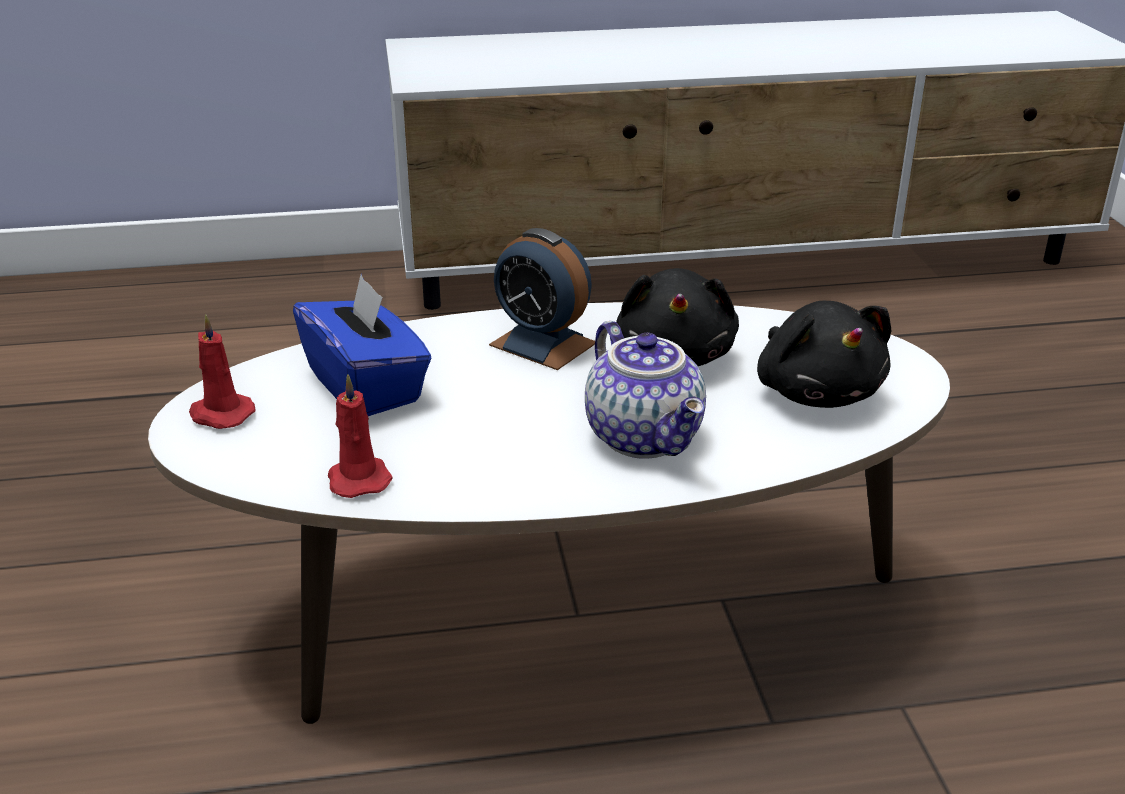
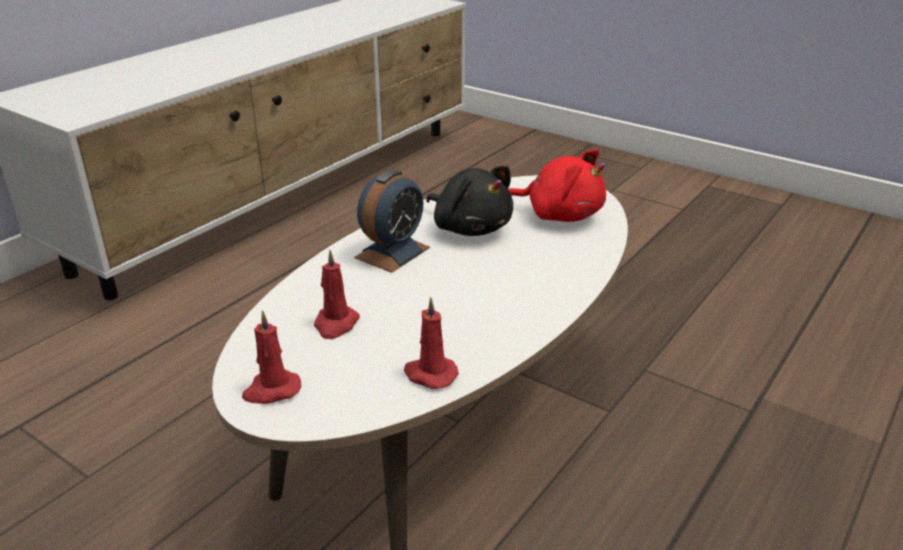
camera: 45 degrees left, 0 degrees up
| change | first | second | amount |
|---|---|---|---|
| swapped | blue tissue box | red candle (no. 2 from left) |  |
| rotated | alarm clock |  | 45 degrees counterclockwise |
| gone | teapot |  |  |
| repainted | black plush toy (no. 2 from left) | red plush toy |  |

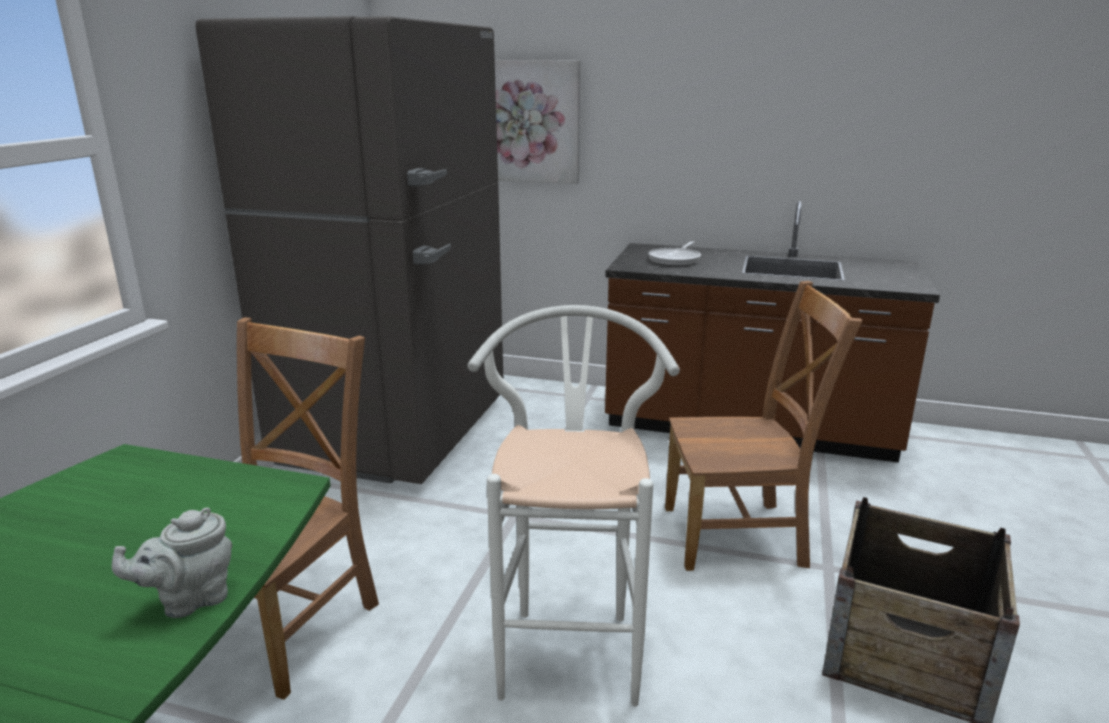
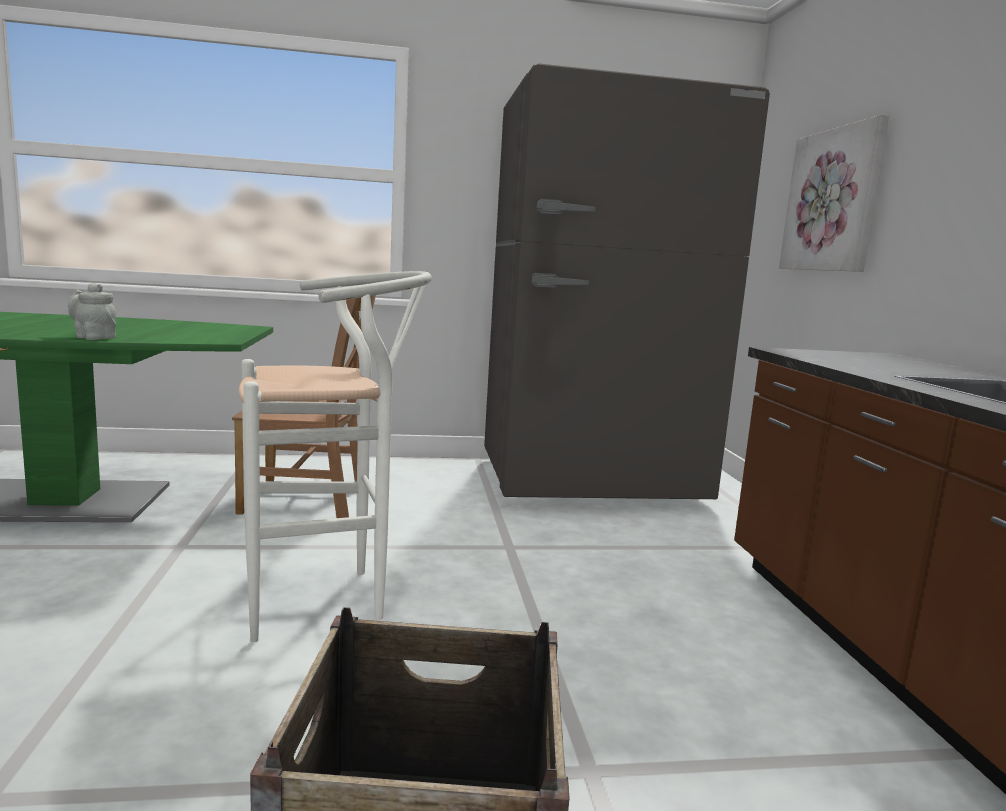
camera: 65 degrees right, 10 degrees down
| change | first | second | amount |
|---|---|---|---|
| gone | frying pan |  |  |
| gone | brown chair (no. 2 from left) |  |  |

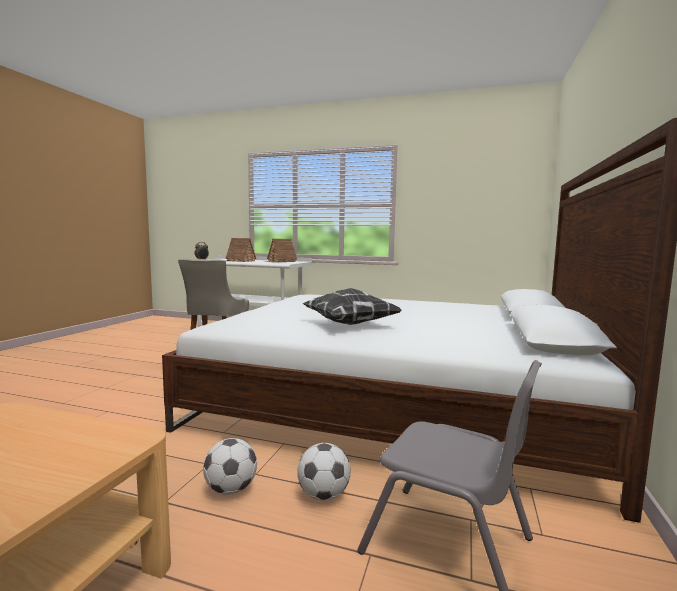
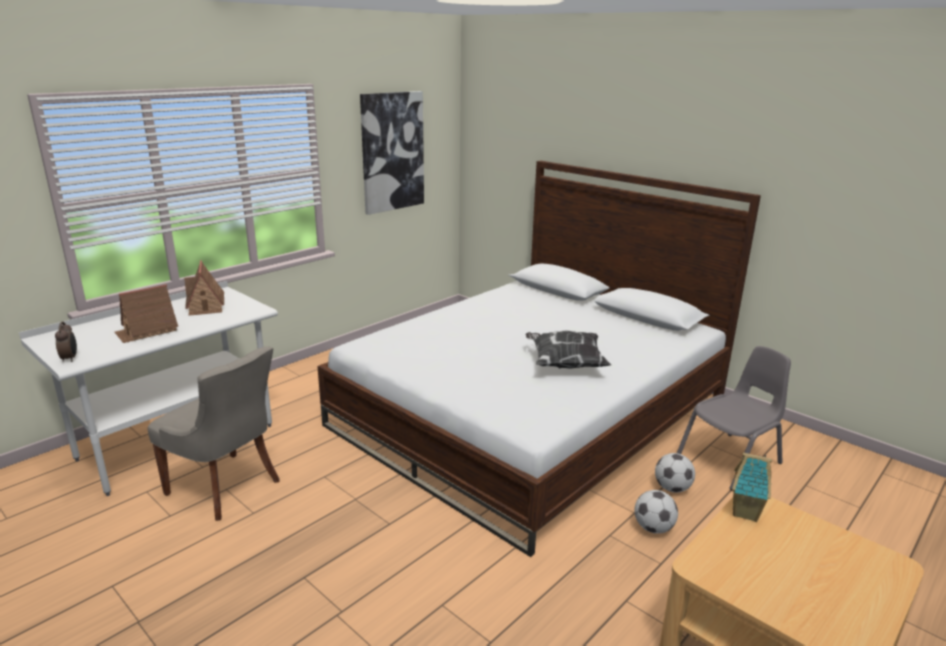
camera: 65 degrees left, 15 degrees up
| change | first | second | amount |
|---|---|---|---|
| new |  | picture |  |
| new |  | toy house (no. 3 from left) |  |

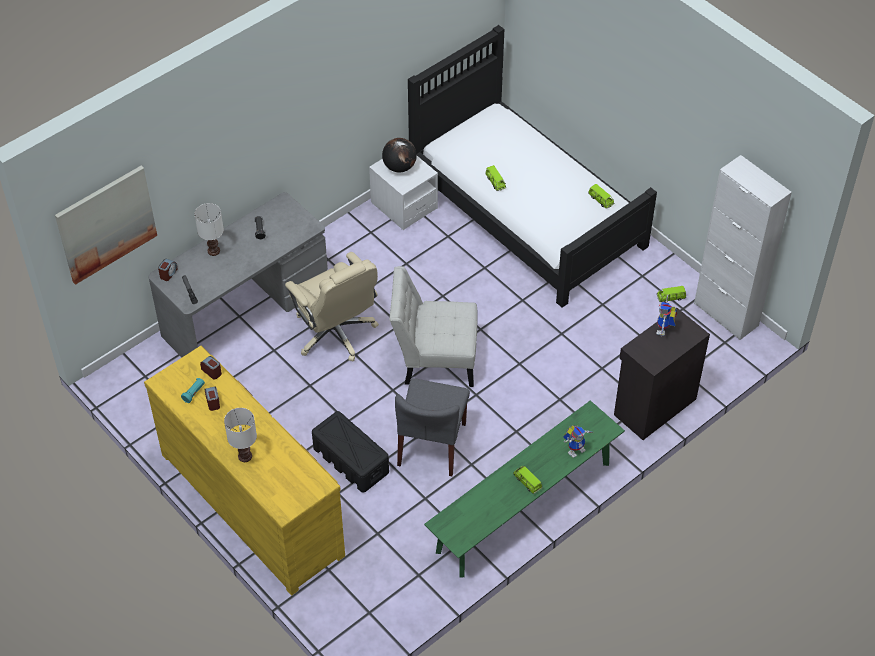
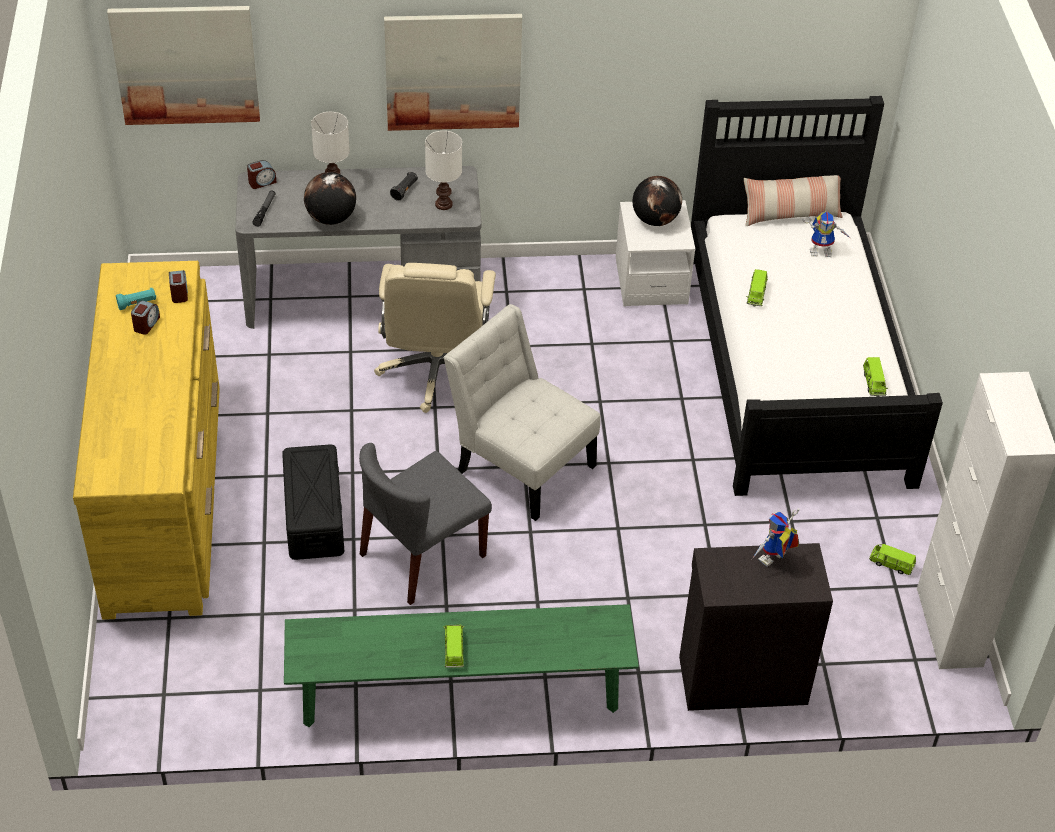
camera: 35 degrees right, 5 degrees down
| change | first | second | amount |
|---|---|---|---|
| shifted | white table lamp (no. 2 from left) |  |  |
| shifted | toy robot (no. 1 from left in the first image) | toy robot (no. 2 from left) |  |
| new |  | globe (no. 1 from left) |  |
| new |  | picture (no. 2 from left) |  |
| new |  | pillow |  |

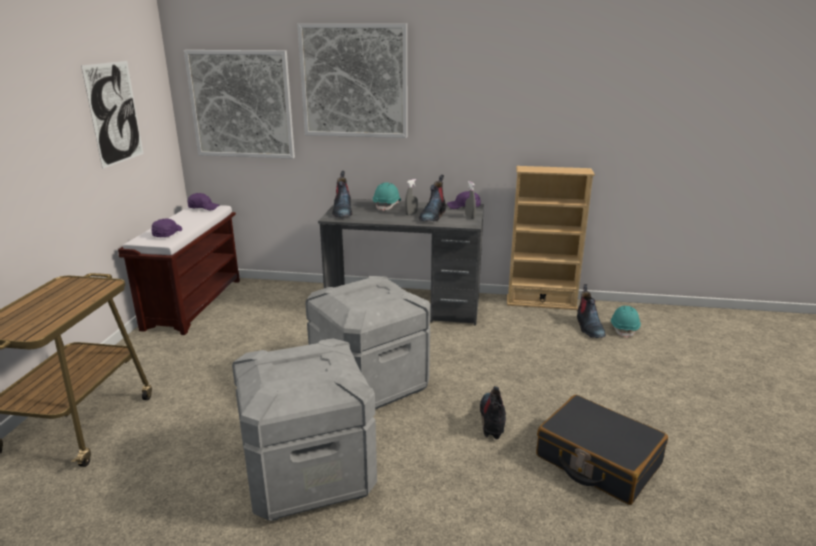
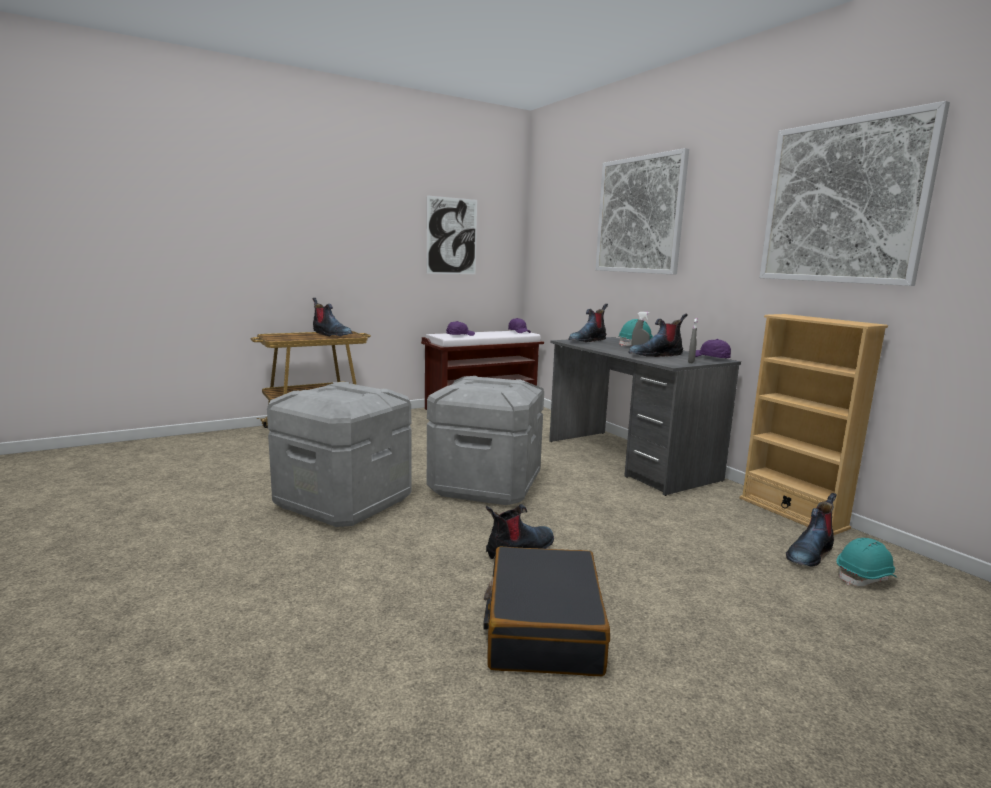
camera: 50 degrees right, 10 degrees down
| change | first | second | amount |
|---|---|---|---|
| shifted | picture (no. 2 from left in the first image) | picture (no. 3 from left) |  |
| new |  | boot (no. 1 from left) |  |

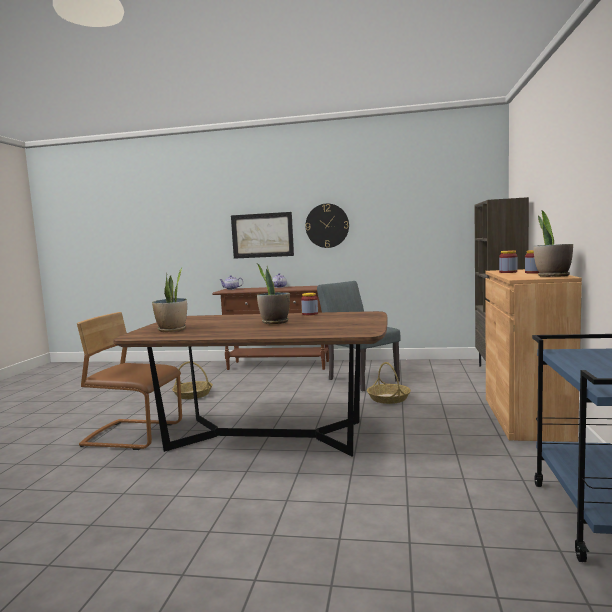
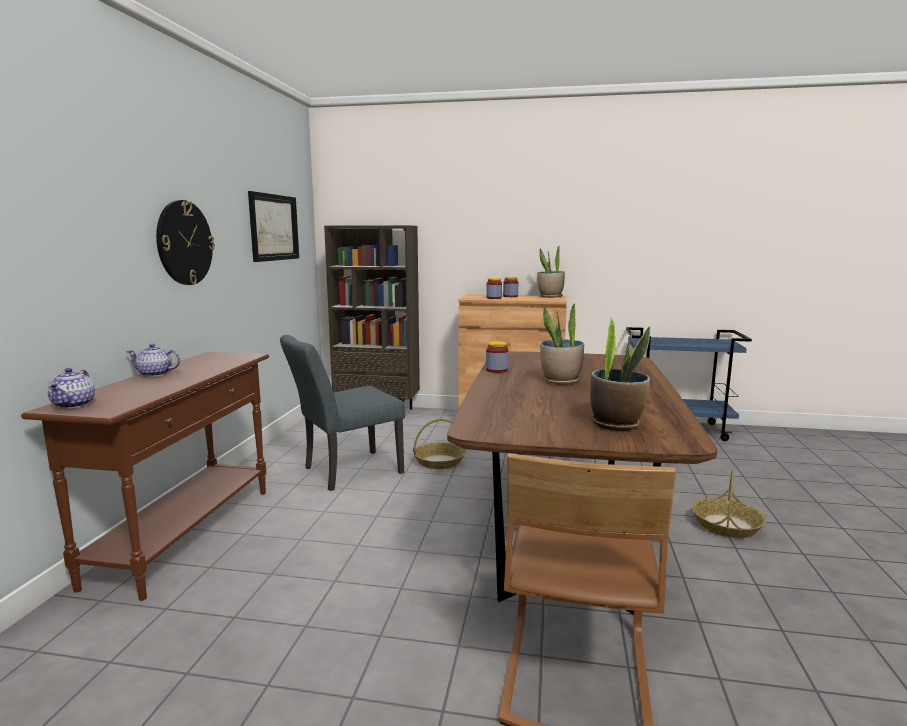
camera: 90 degrees left, 5 degrees up
| change | first | second | amount |
|---|---|---|---|
| shifted | basket (no. 1 from left in the first image) | basket (no. 2 from left) |  |
| shifted | picture |  |  |

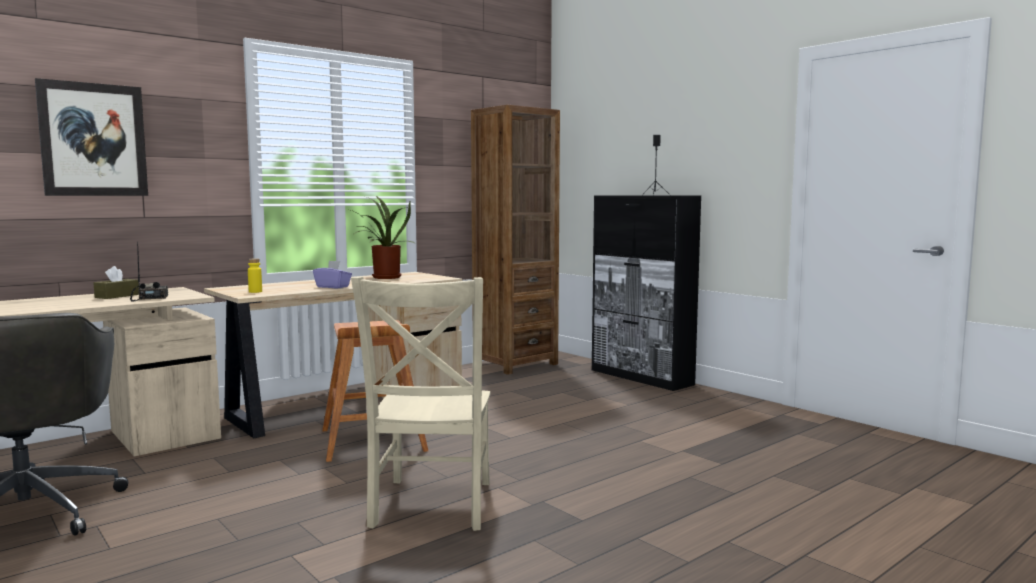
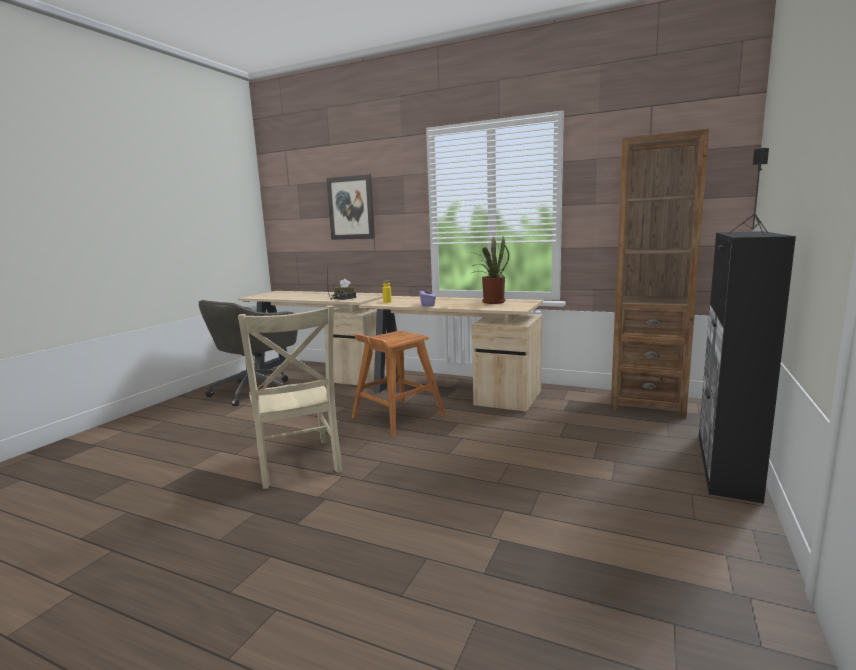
camera: 65 degrees right, 5 degrees up
| change | first | second | amount |
|---|---|---|---|
| rotated | beige chair |  | 90 degrees counterclockwise |

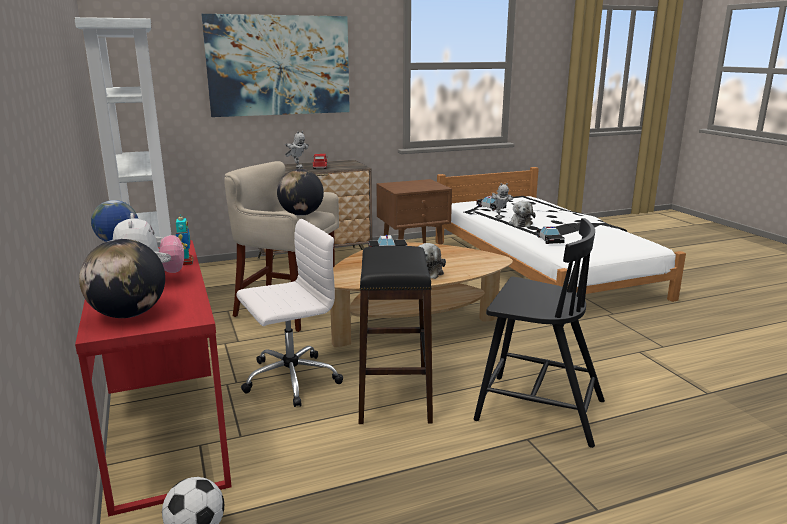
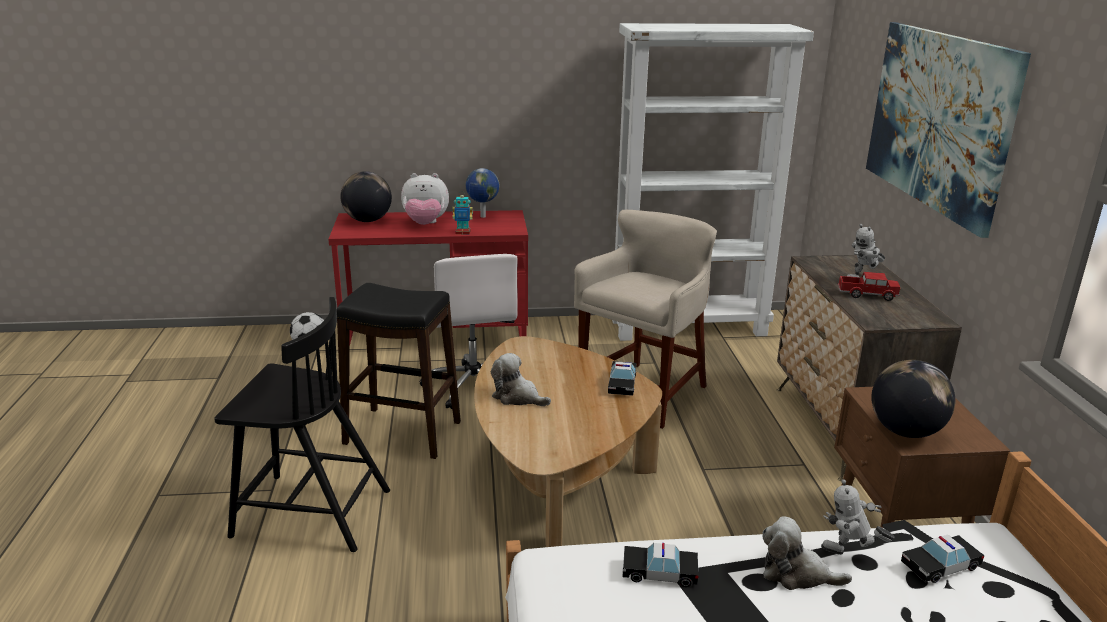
camera: 105 degrees right, 5 degrees up
| change | first | second | amount |
|---|---|---|---|
| shifted | globe (no. 3 from left) |  |  |
| rotated | black chair |  | 120 degrees counterclockwise |

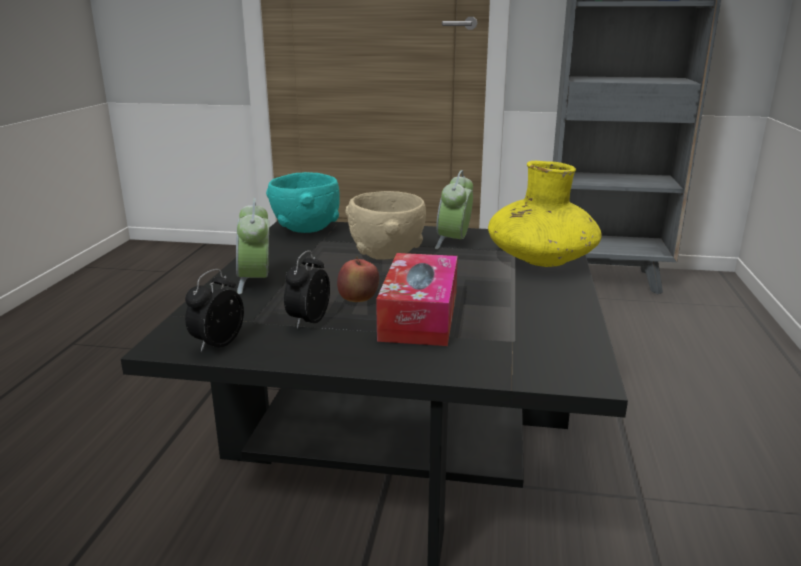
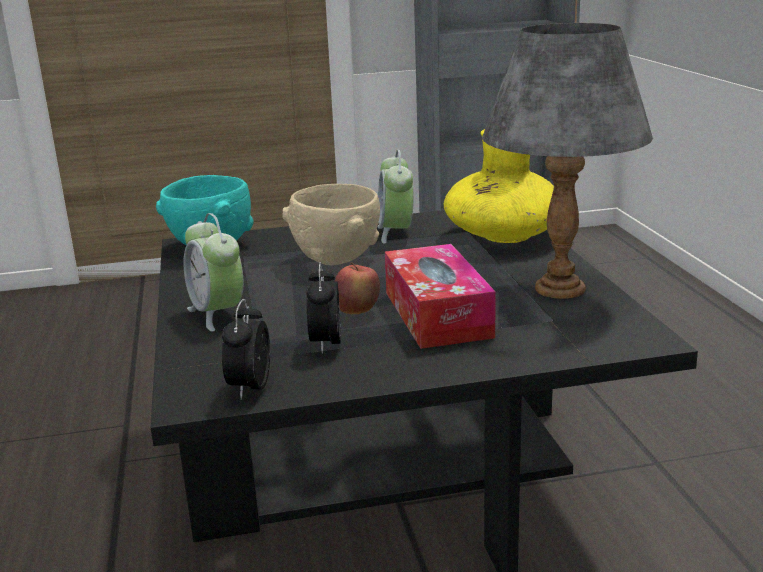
camera: 20 degrees left, 0 degrees up
| change | first | second | amount |
|---|---|---|---|
| new |  | grey table lamp |  |

